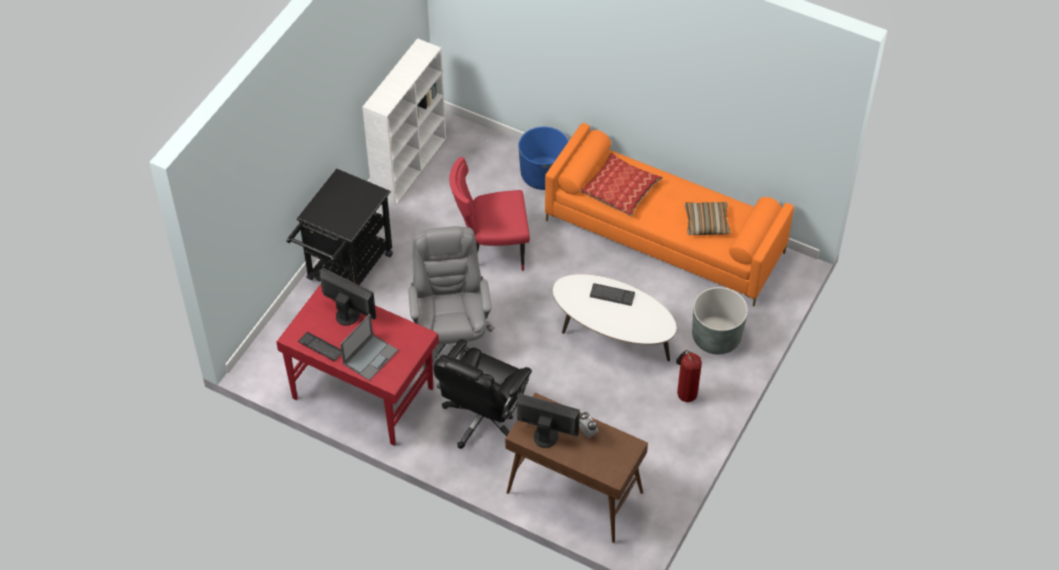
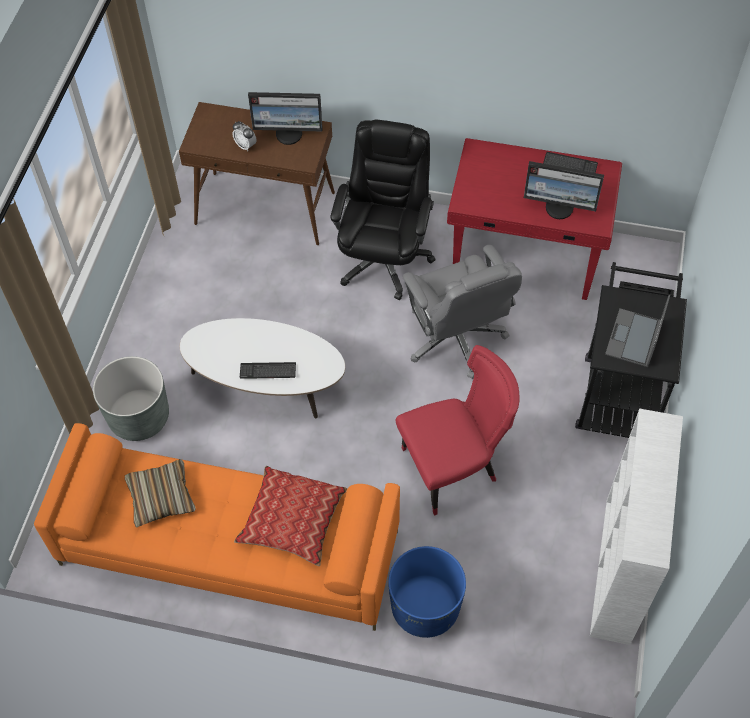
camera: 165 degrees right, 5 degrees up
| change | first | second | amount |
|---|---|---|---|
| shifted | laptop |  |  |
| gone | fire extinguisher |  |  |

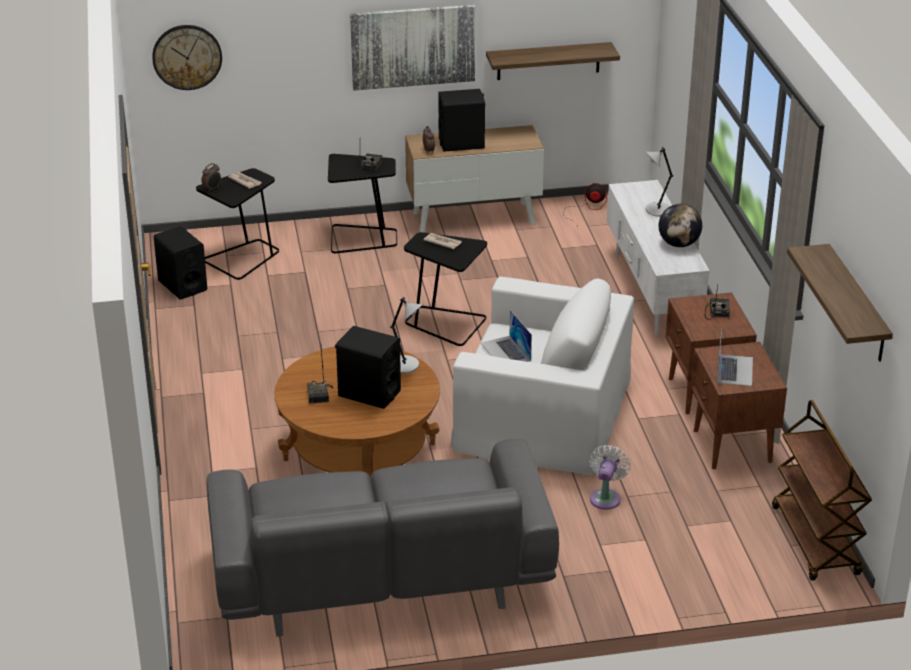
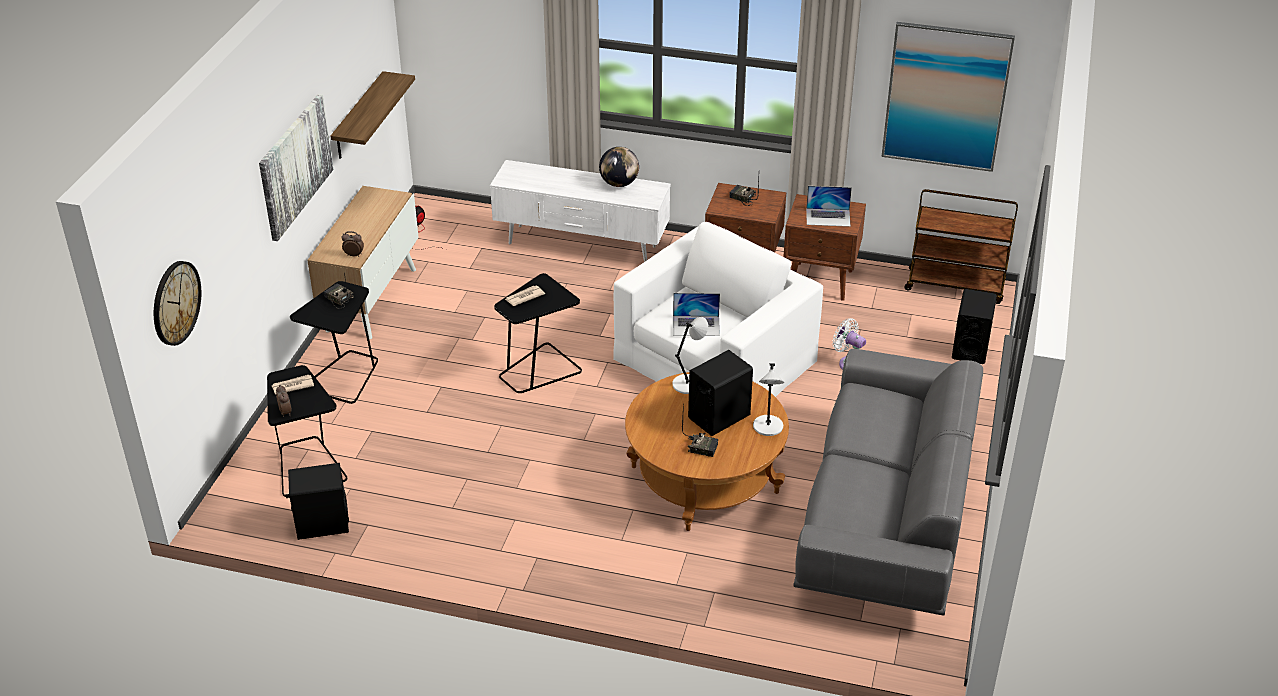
camera: 65 degrees left, 5 degrees up
| change | first | second | amount |
|---|---|---|---|
| shifted | black speaker (no. 3 from left) |  |  |
| shifted | grey table lamp (no. 2 from left) |  |  |
| rotated | laptop (no. 2 from left) |  | 150 degrees clockwise |
| swapped | shelf (no. 2 from left) | picture (no. 2 from left) |  |

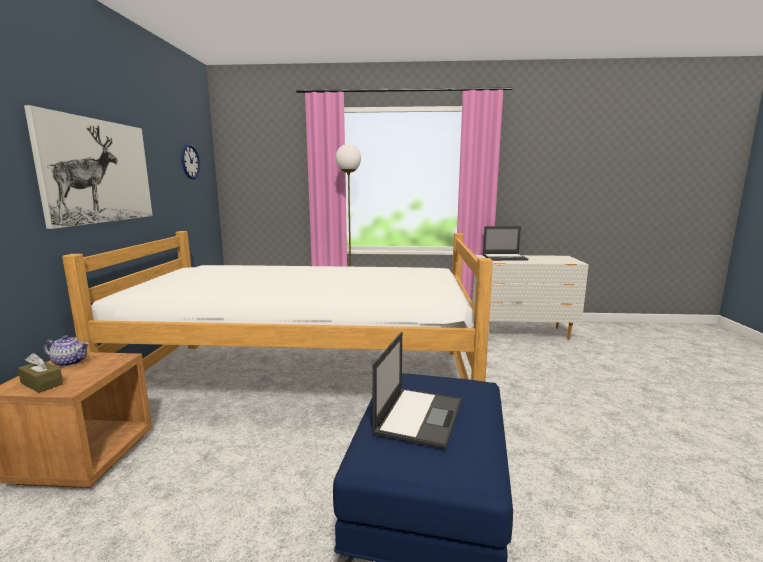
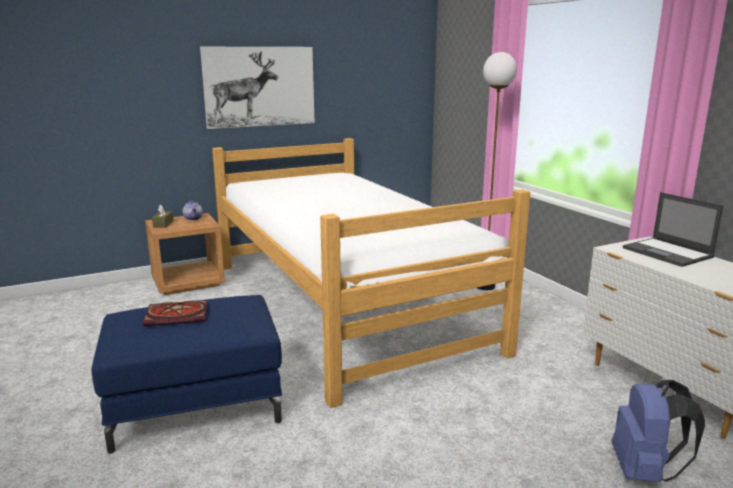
camera: 60 degrees right, 5 degrees up
| change | first | second | amount |
|---|---|---|---|
| gone | wall clock |  |  |
| swapped | laptop (no. 1 from left) | book |  |
| new |  | blue backpack |  |

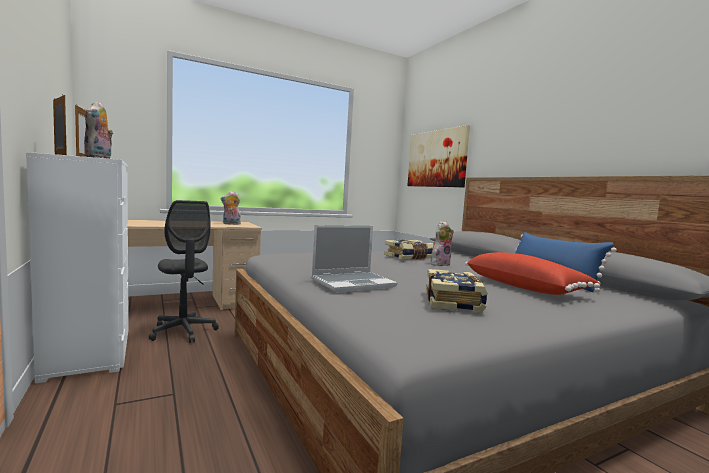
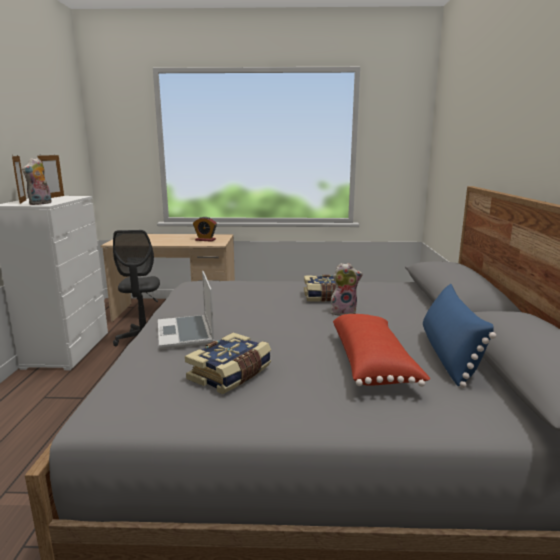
camera: 30 degrees right, 10 degrees up
| change | first | second | amount |
|---|---|---|---|
| swapped | plush toy (no. 2 from left) | alarm clock |  |
| rotated | laptop |  | 75 degrees clockwise |
| gone | picture |  |  |

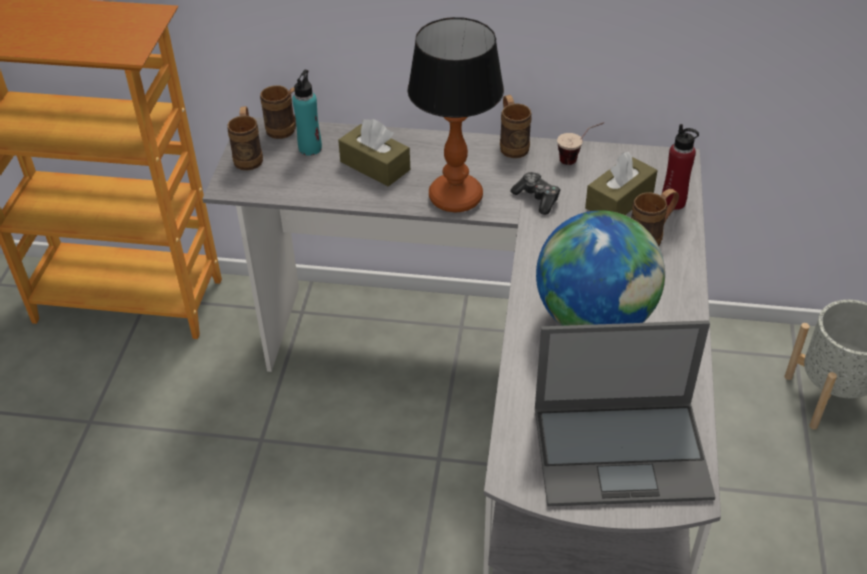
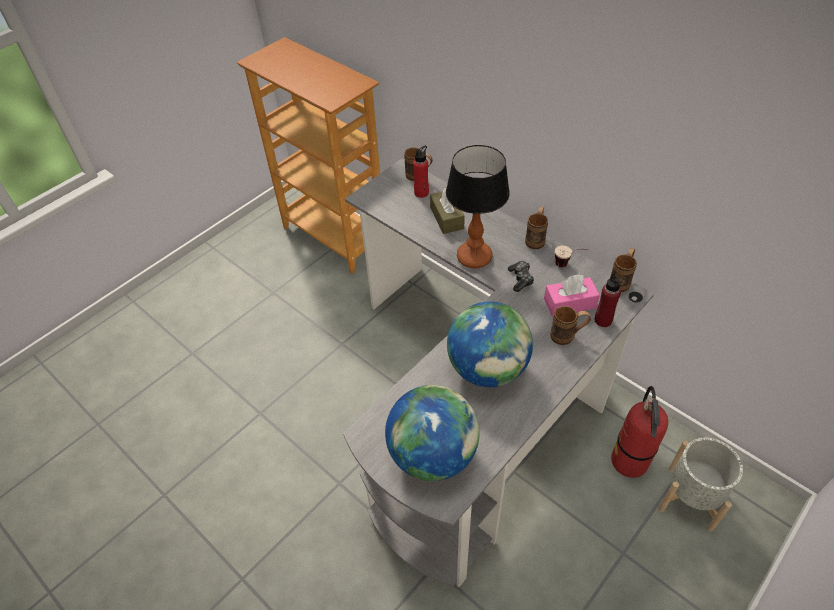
camera: 35 degrees right, 5 degrees up
| change | first | second | amount |
|---|---|---|---|
| shifted | brown mug (no. 1 from left in the first image) | brown mug (no. 4 from left) |  |
| repainted | turquoise bottle | red bottle (no. 1 from left) |  |
| swapped | laptop | globe (no. 1 from left) |  |
| repainted | brown tissue box (no. 2 from left) | pink tissue box |  |
| new |  | fire extinguisher |  |

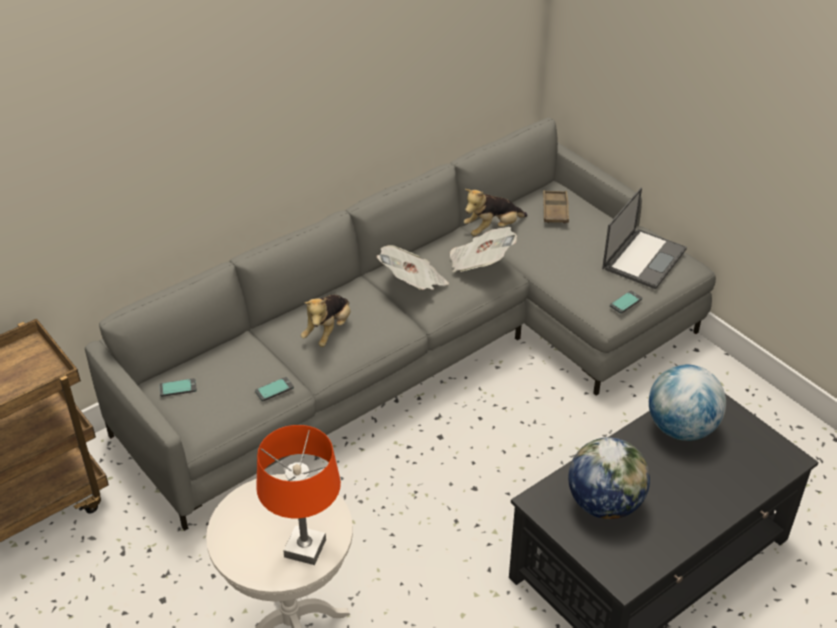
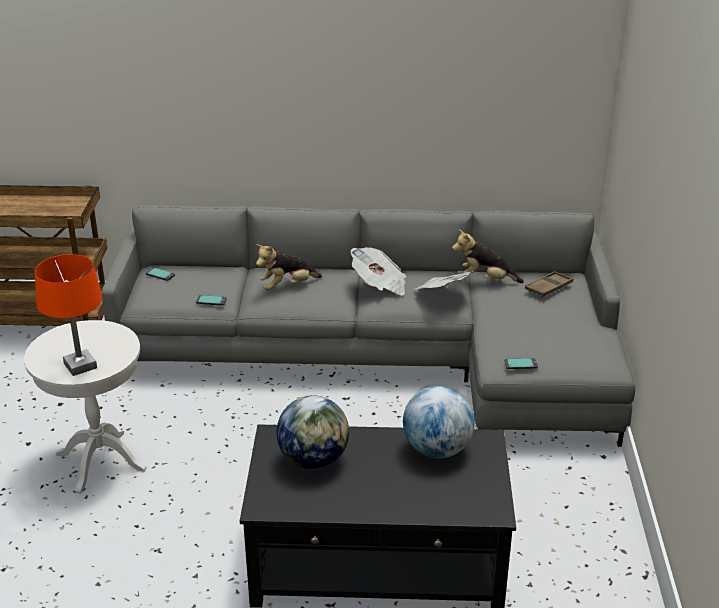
camera: 40 degrees right, 10 degrees down
| change | first | second | amount |
|---|---|---|---|
| gone | laptop |  |  |

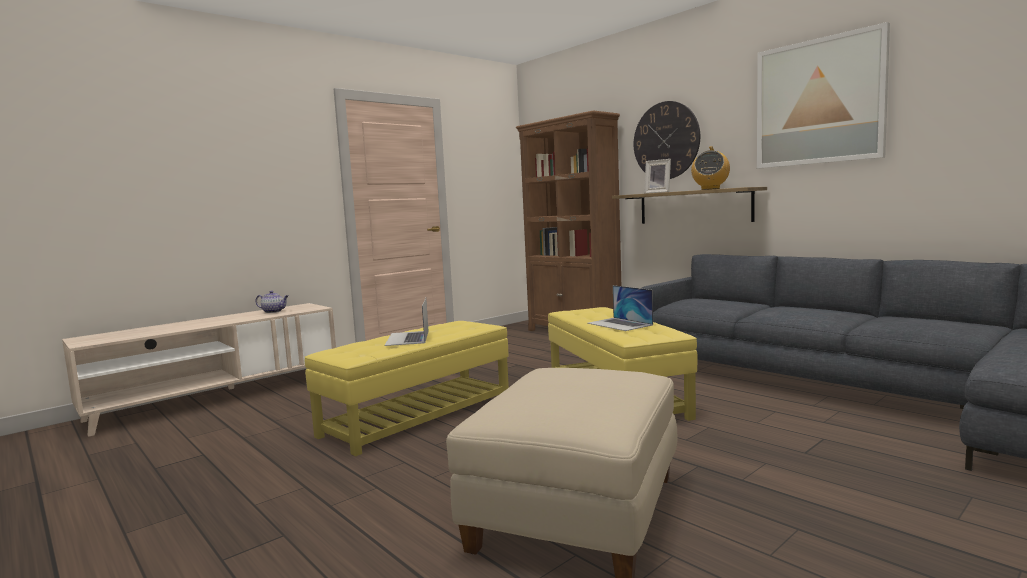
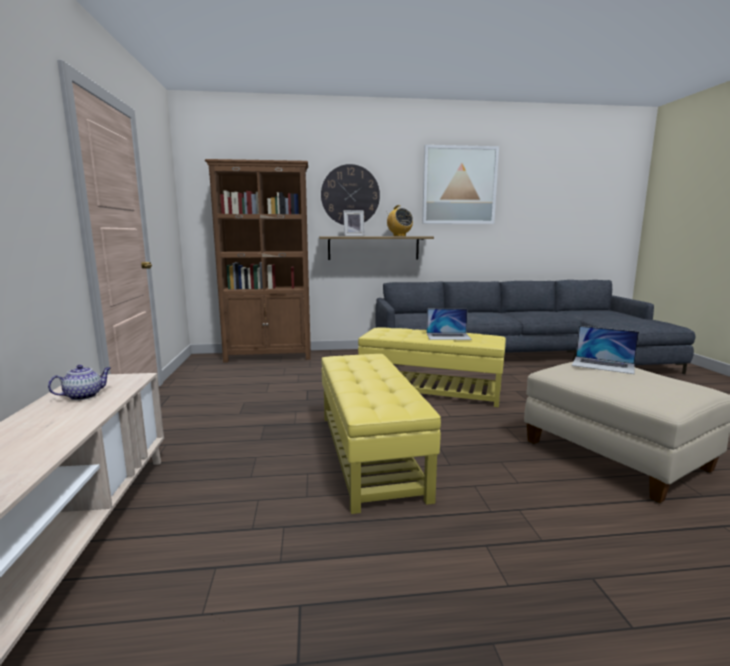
camera: 55 degrees left, 5 degrees up
| change | first | second | amount |
|---|---|---|---|
| shifted | laptop (no. 1 from left in the first image) | laptop (no. 2 from left) |  |

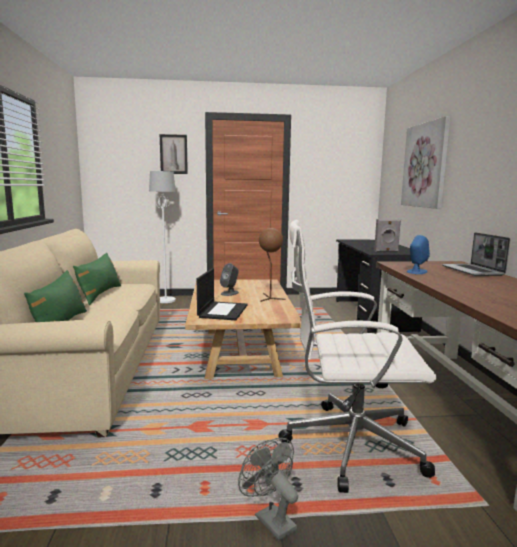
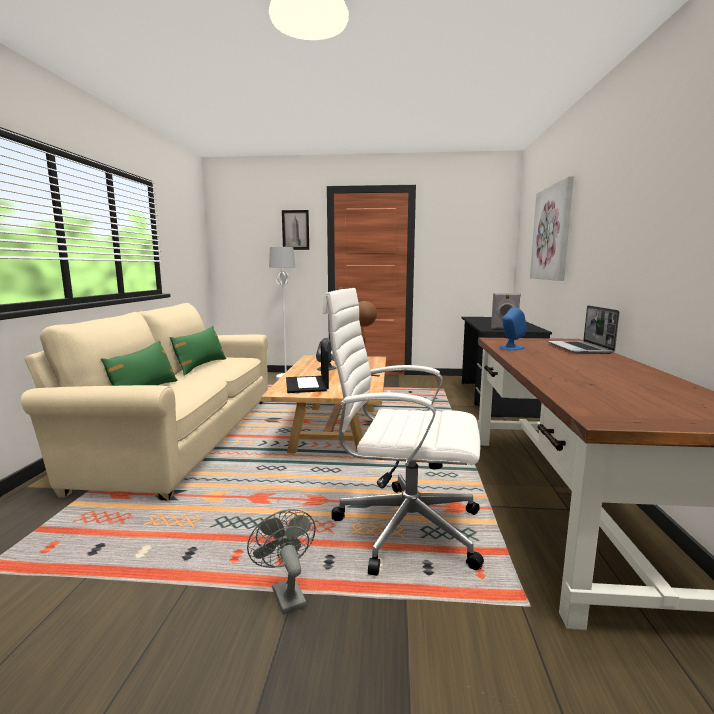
camera: 10 degrees right, 0 degrees up
| change | first | second | amount |
|---|---|---|---|
| rotated | laptop (no. 1 from left) |  | 150 degrees clockwise |

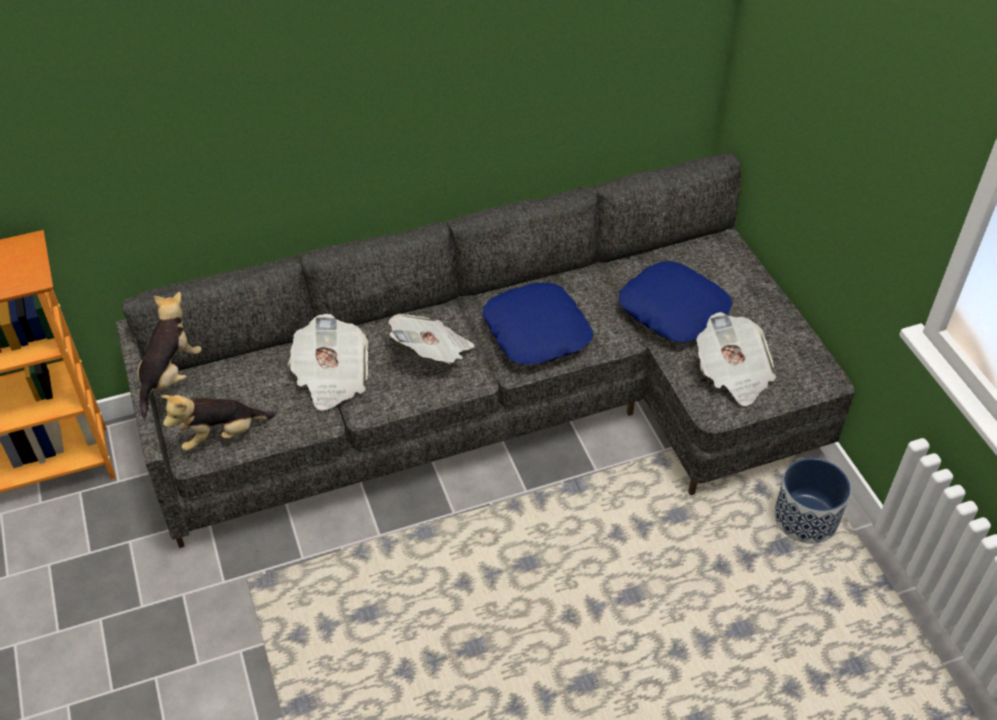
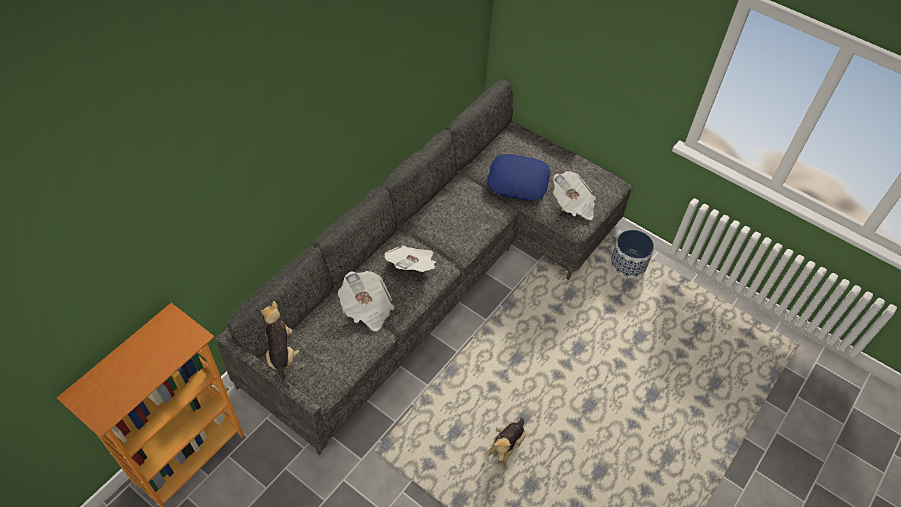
camera: 35 degrees left, 5 degrees up
| change | first | second | amount |
|---|---|---|---|
| shifted | plush toy (no. 2 from left) |  |  |
| gone | blue pillow (no. 1 from left) |  |  |

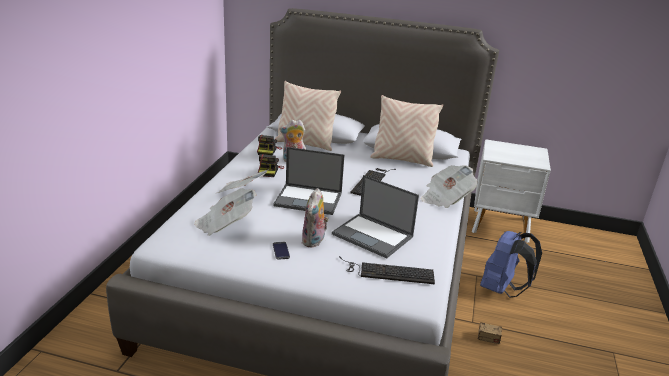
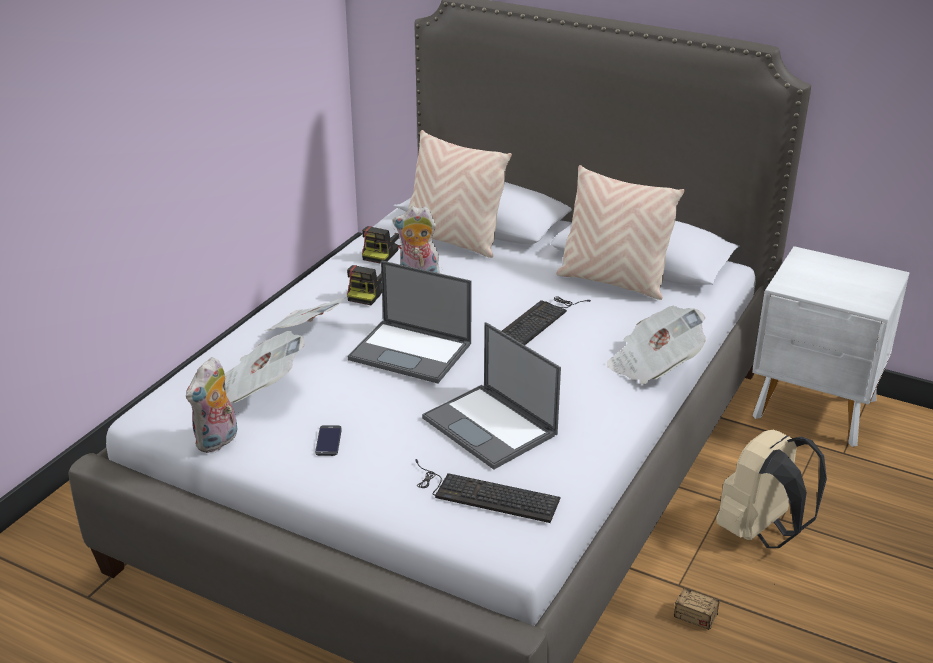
camera: 15 degrees right, 5 degrees up
| change | first | second | amount |
|---|---|---|---|
| shifted | plush toy (no. 2 from left in the first image) | plush toy (no. 1 from left) |  |
| repainted | blue backpack | beige backpack |  |

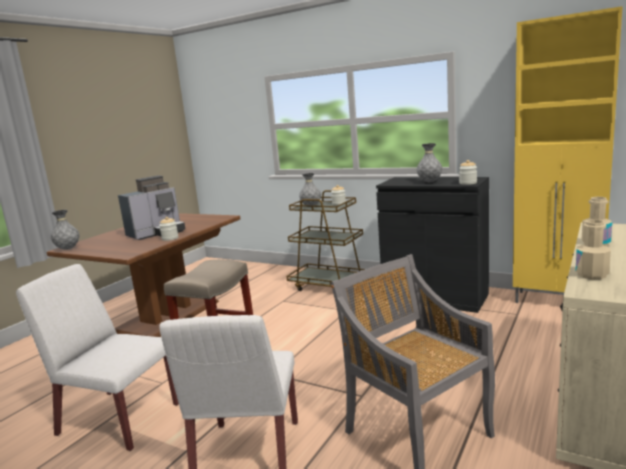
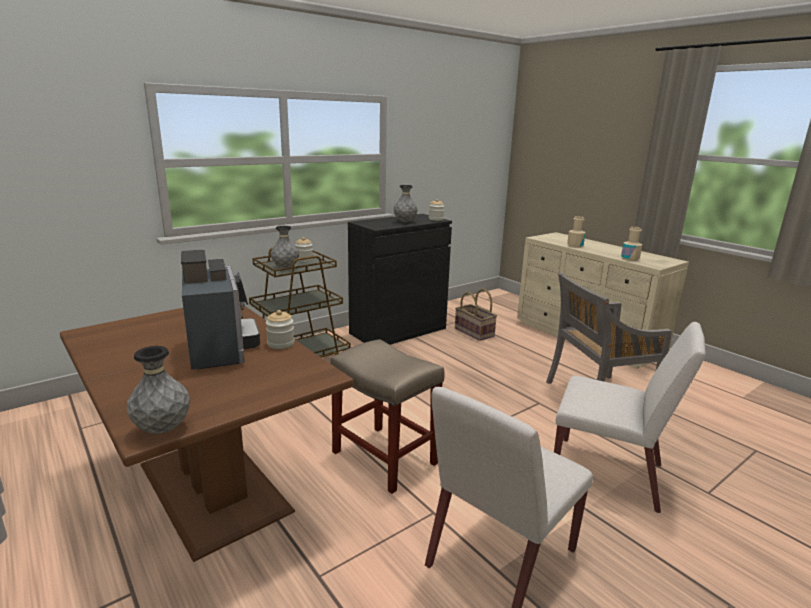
camera: 70 degrees left, 5 degrees up
| change | first | second | amount |
|---|---|---|---|
| gone | yellow cabinet |  |  |
| new |  | basket |  |

